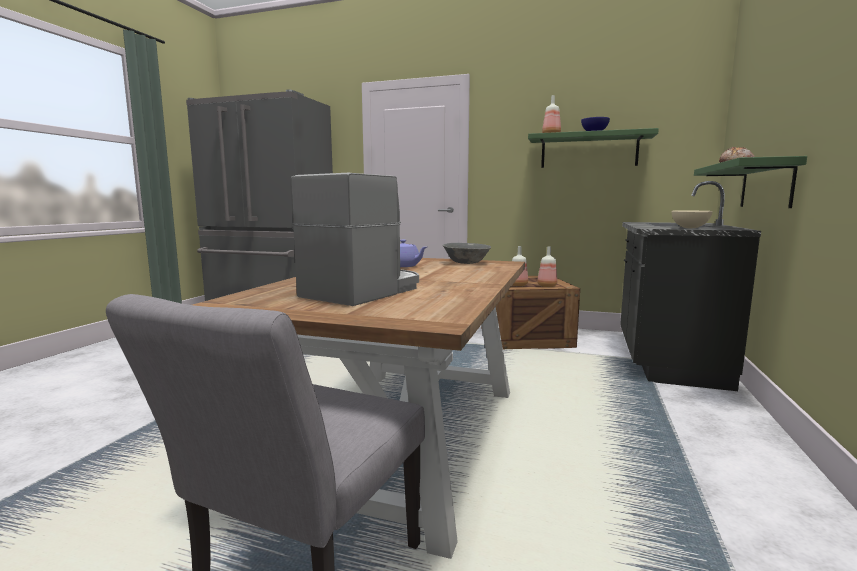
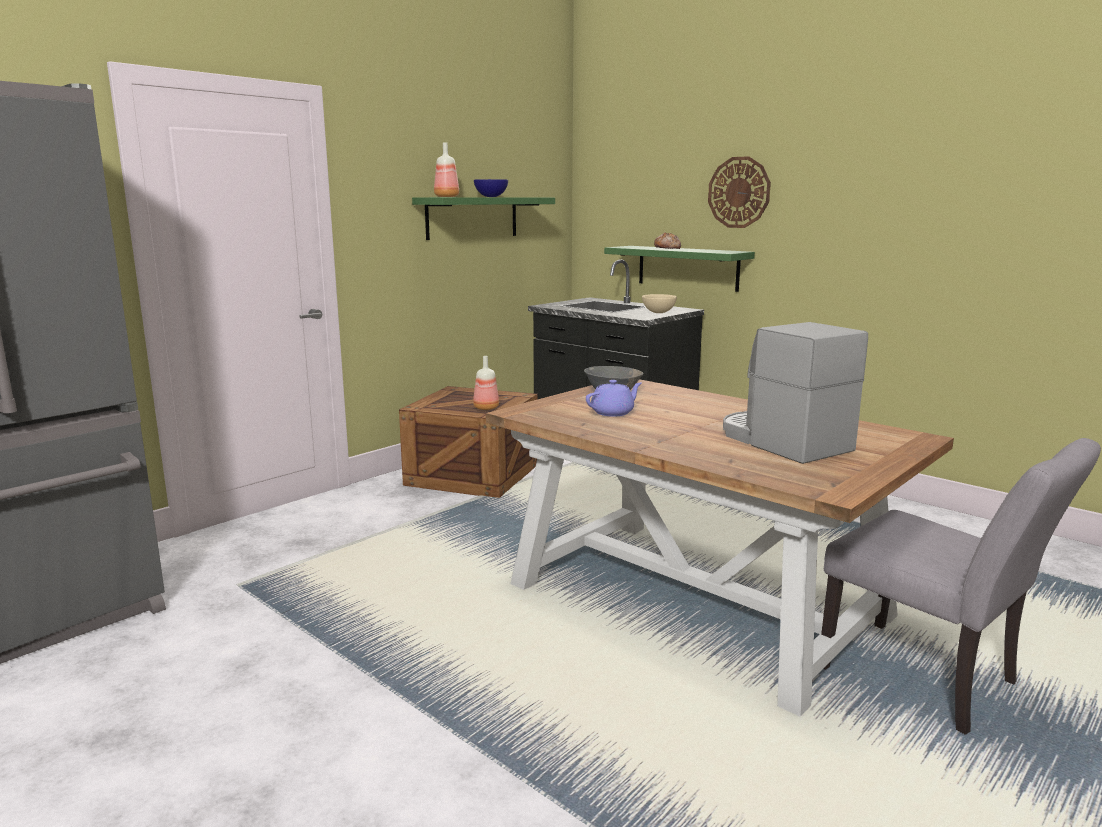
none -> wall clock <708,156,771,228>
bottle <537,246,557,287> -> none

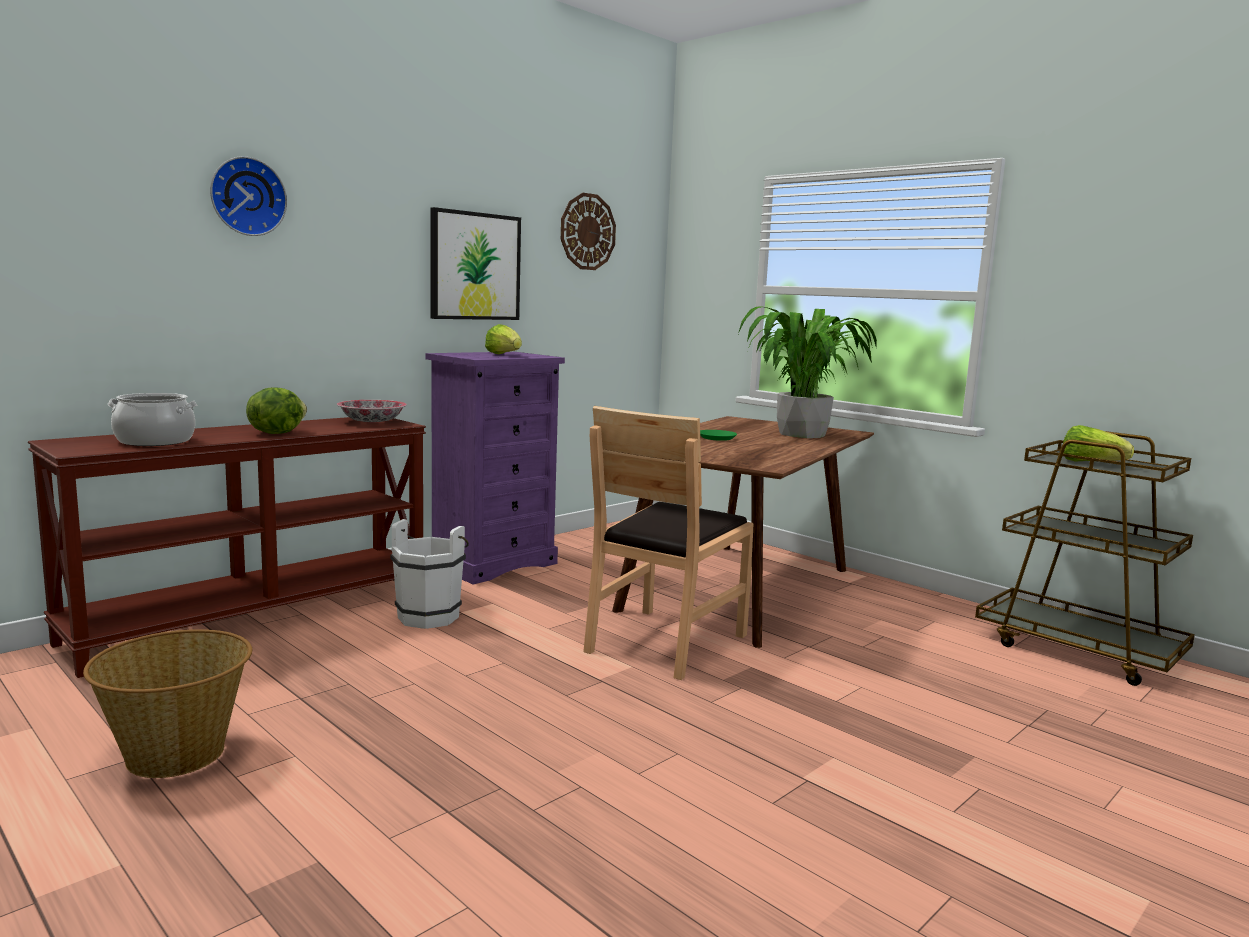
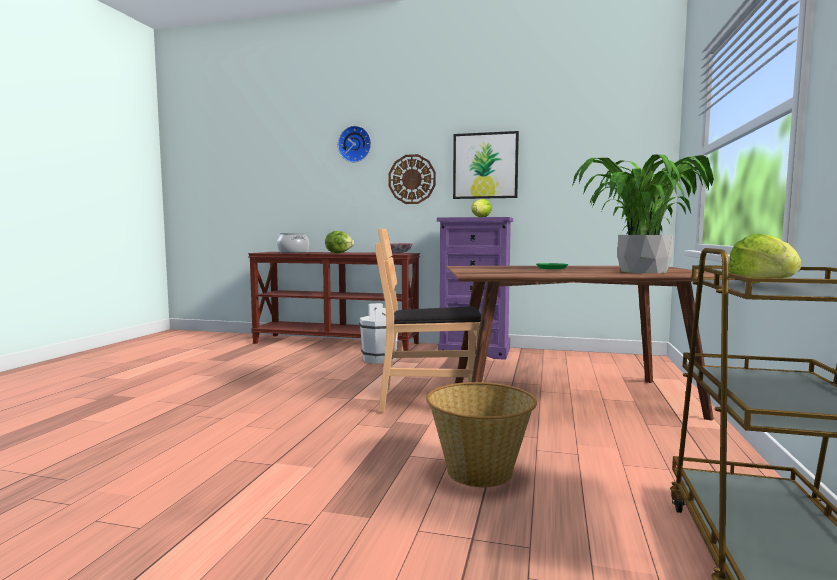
wall clock <561,193,616,270> -> wall clock <389,154,436,204>, shifted
basket <83,629,252,778> -> basket <426,382,537,487>, shifted

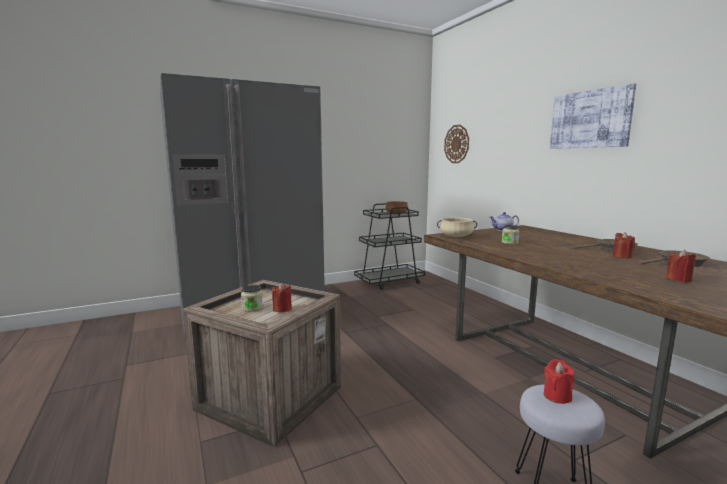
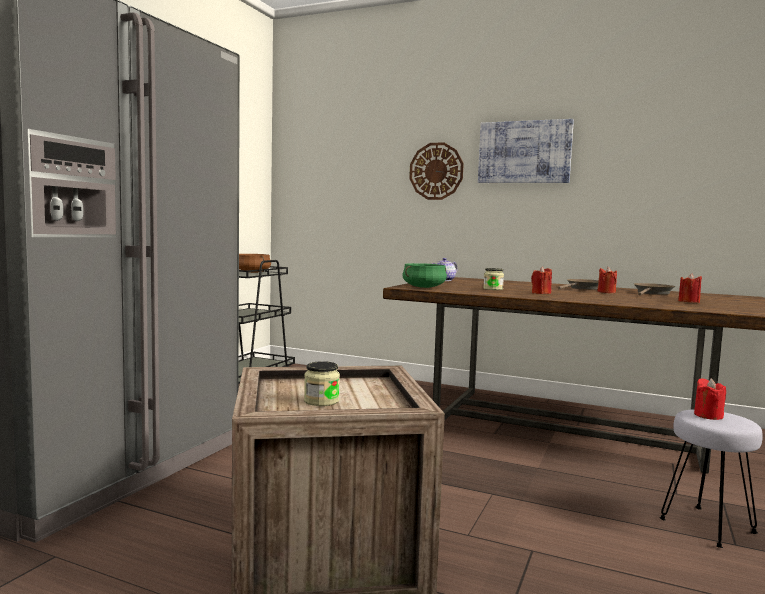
beige cooking pot <437,217,477,237> -> green cooking pot <402,263,447,288>
wall clock <444,125,469,163> -> wall clock <409,142,464,200>, shifted
red candle <272,283,292,312> -> red candle <531,266,552,294>, shifted

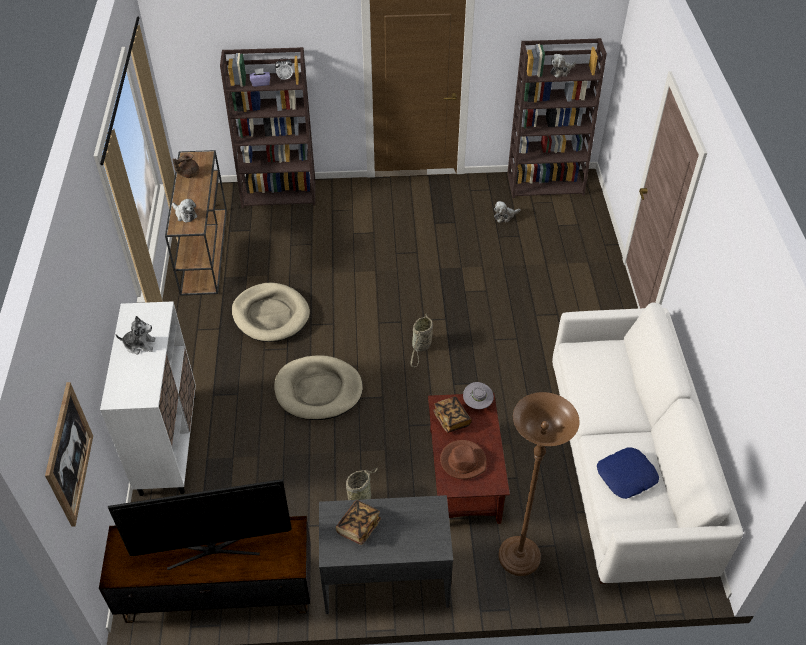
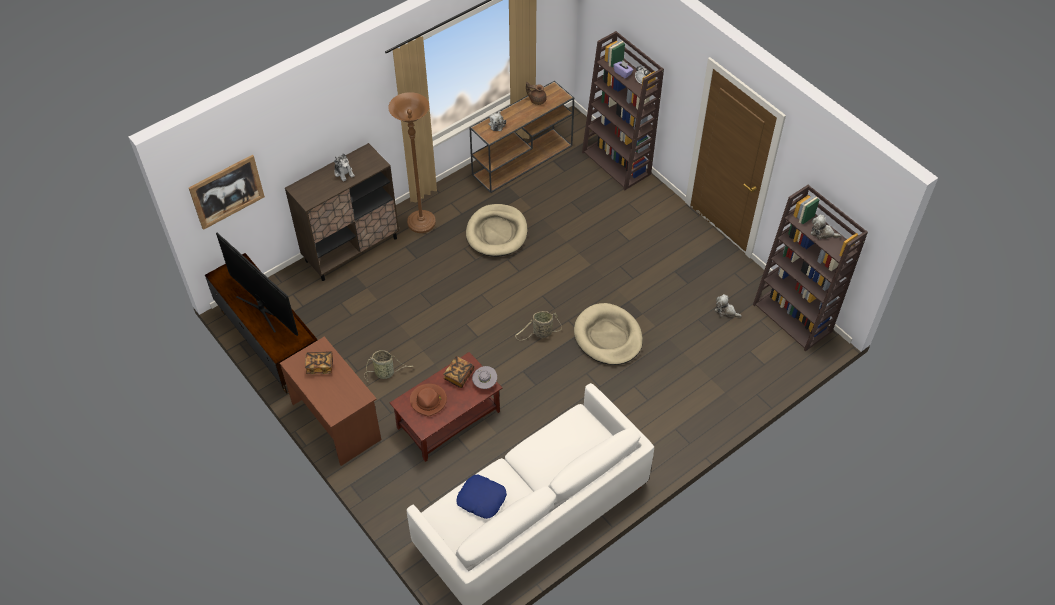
grey desk <319,495,453,614> -> brown desk <280,336,381,466>
white cabinet <100,301,196,496> -> brown cabinet <285,143,399,281>
brown floor lamp <498,392,580,576> -> brown floor lamp <388,92,436,233>, shifted
beige dog bed <274,355,363,420> -> beige dog bed <574,303,643,365>, shifted

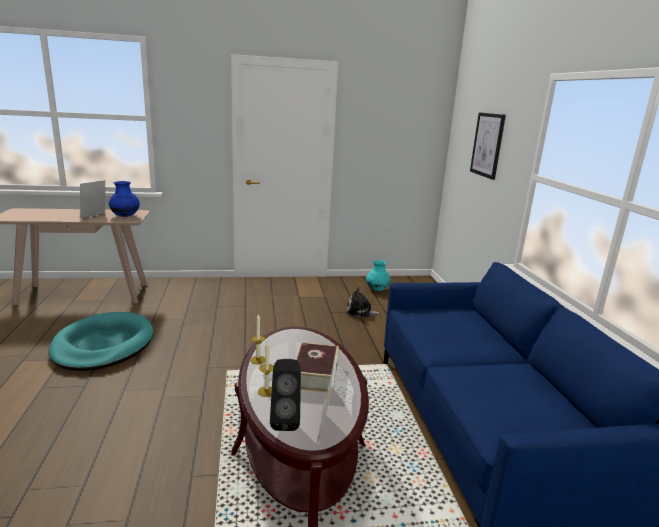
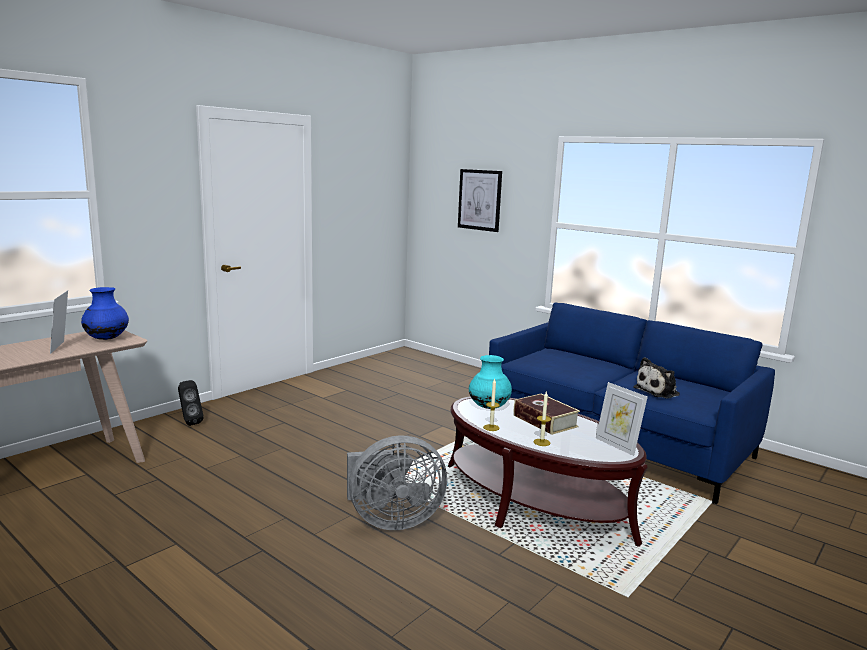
black speaker <270,359,301,431> -> black speaker <178,380,204,426>, shifted
none -> grey fan <347,436,447,530>
turquoise vase <366,260,391,291> -> turquoise vase <469,355,512,409>, shifted
plush toy <346,287,381,318> -> plush toy <633,357,680,398>, shifted
turquoise dog bed <49,312,153,371> -> none

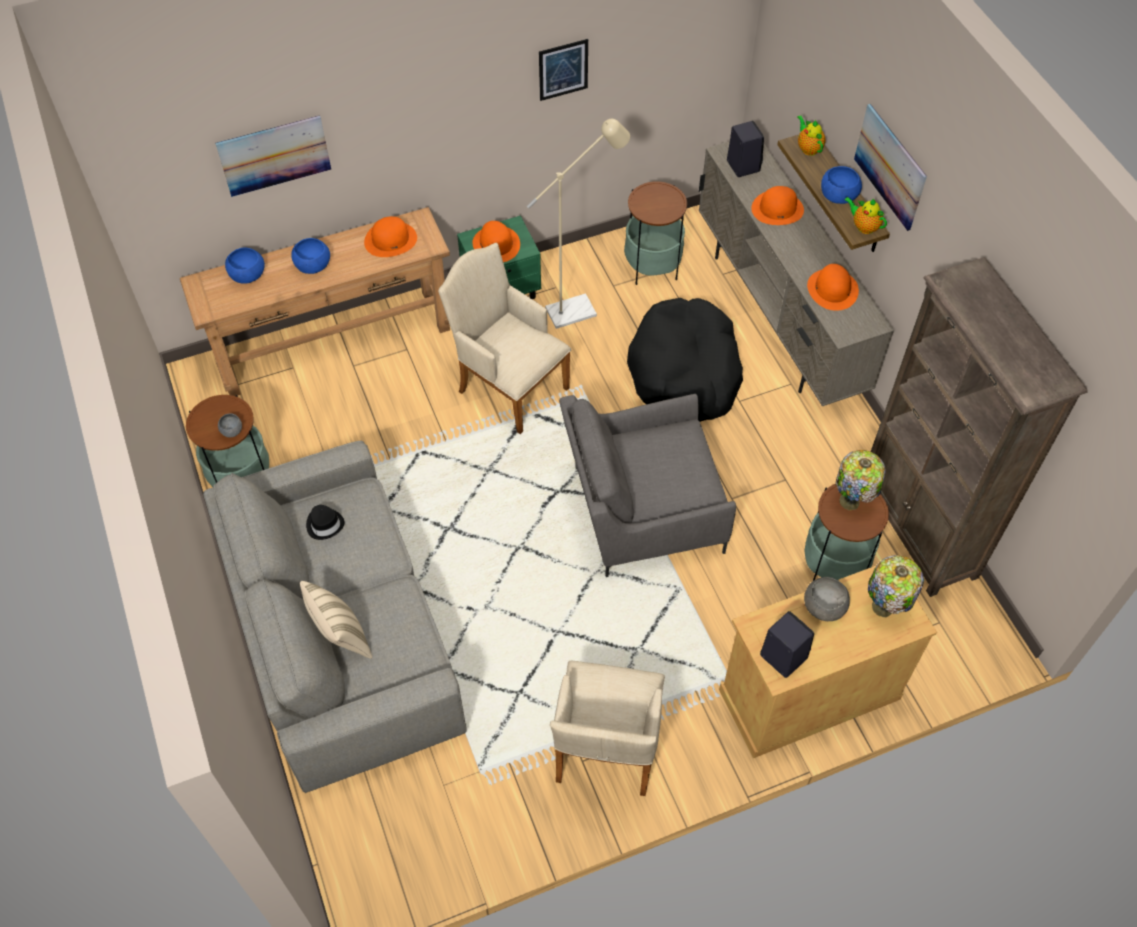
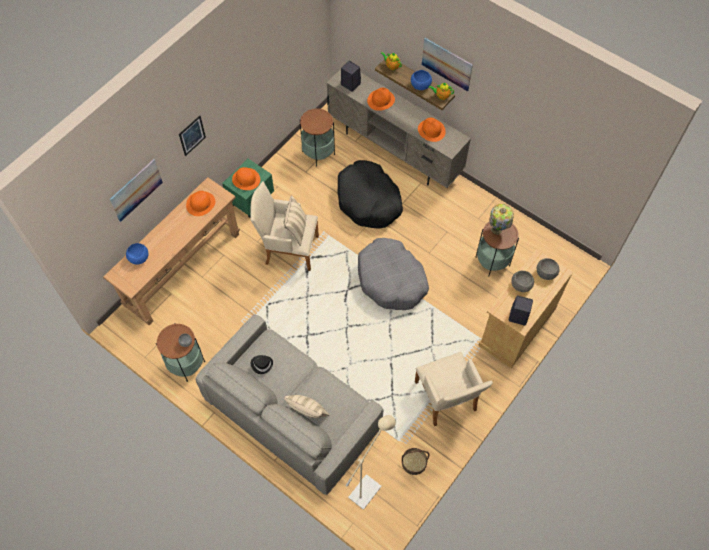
picture <539,39,588,101> -> picture <179,115,206,156>, shifted
none -> beige pillow <284,195,306,246>
beige floor lamp <527,119,630,329> -> beige floor lamp <346,415,396,510>, shifted
grey armchair <559,394,736,577> -> grey dog bed <358,238,429,310>
none -> basket <402,448,430,475>
table lamp <868,555,924,618> -> grey bowl <537,258,559,280>
blue bowl <291,238,330,274> -> none
brown bookcase <871,257,1088,597> -> none

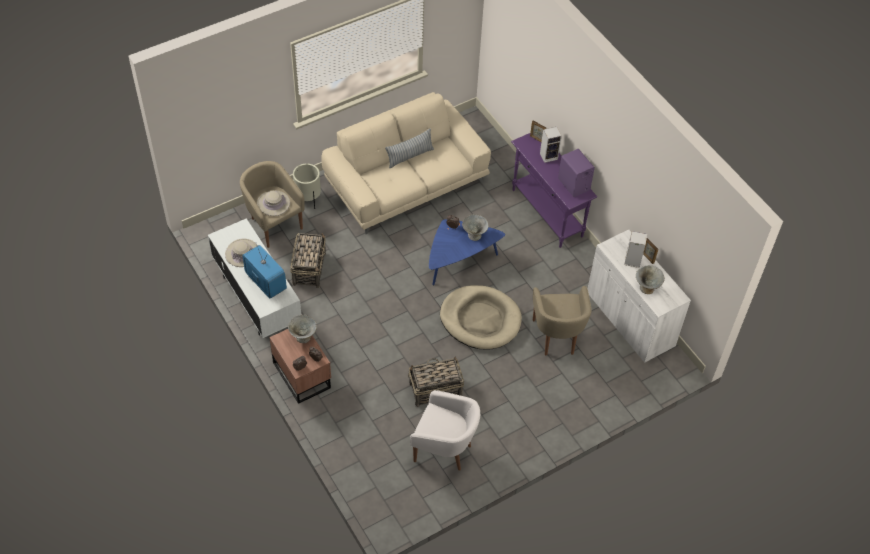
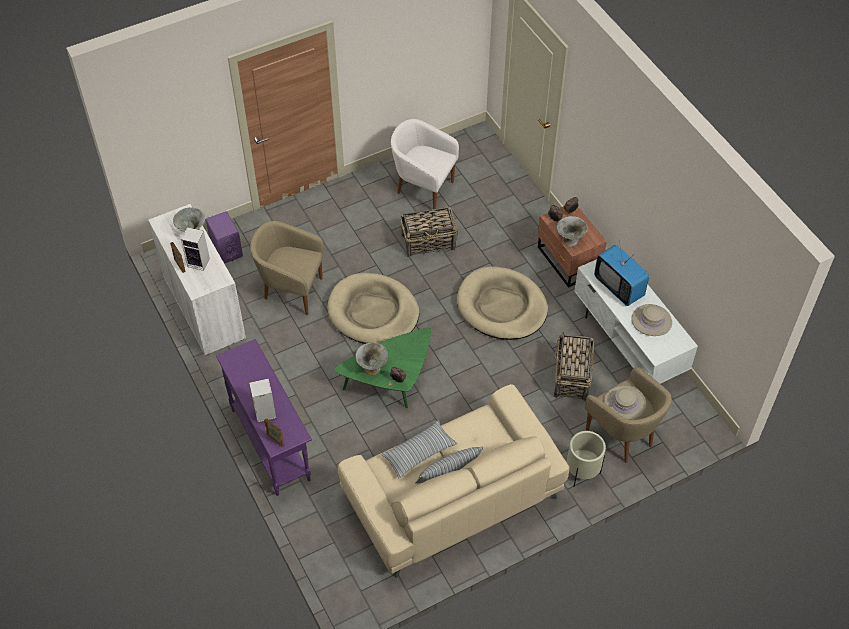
purple speaker <558,149,595,197> -> purple speaker <206,211,243,264>, shifted
beige armchair <533,286,591,355> -> beige armchair <250,221,324,315>, 75 degrees counterclockwise
blue coffee table <429,219,505,285> -> green coffee table <334,328,431,408>
none -> pillow <381,420,457,478>
none -> beige dog bed <457,266,548,340>

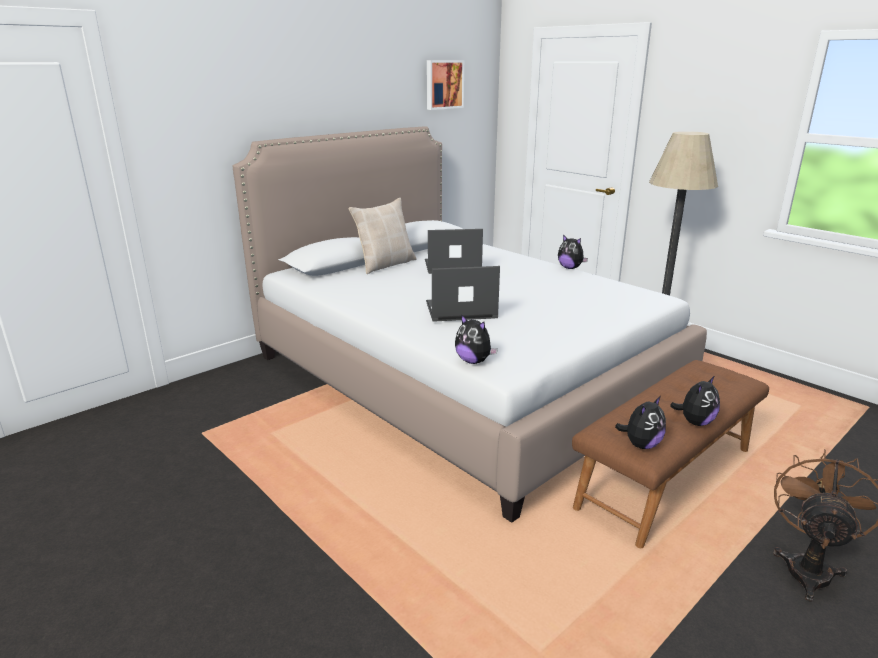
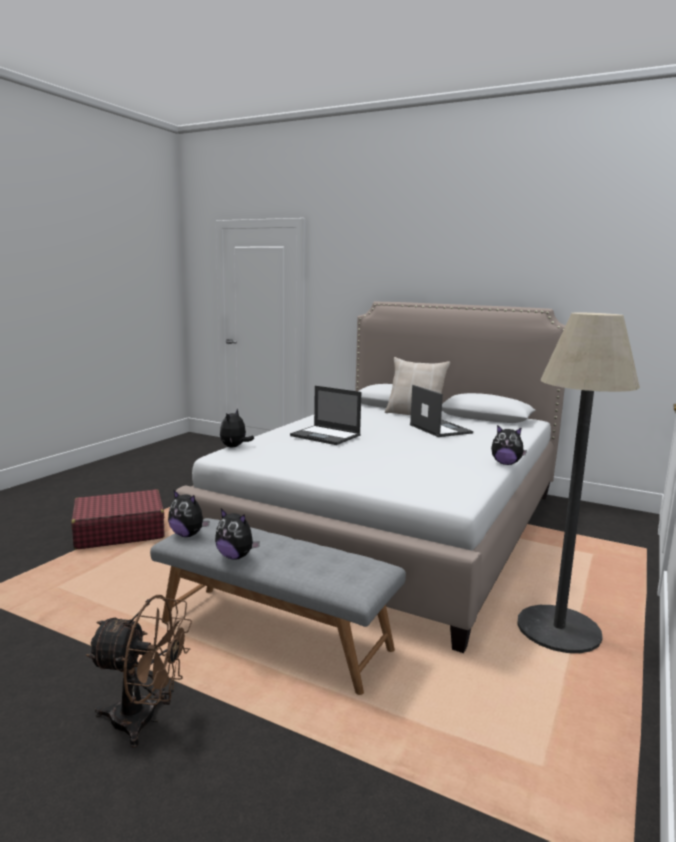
none -> red suitcase <71,489,164,549>
brown bench <572,360,769,548> -> grey bench <150,518,406,695>
laptop <426,266,500,322> -> laptop <290,386,361,445>, 150 degrees clockwise
plush toy <558,235,588,269> -> plush toy <491,425,527,465>, 90 degrees counterclockwise
picture <427,60,464,110> -> none

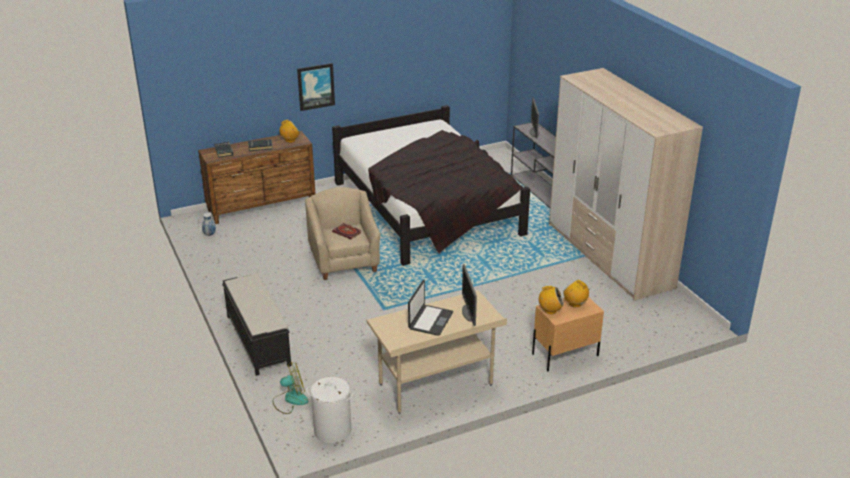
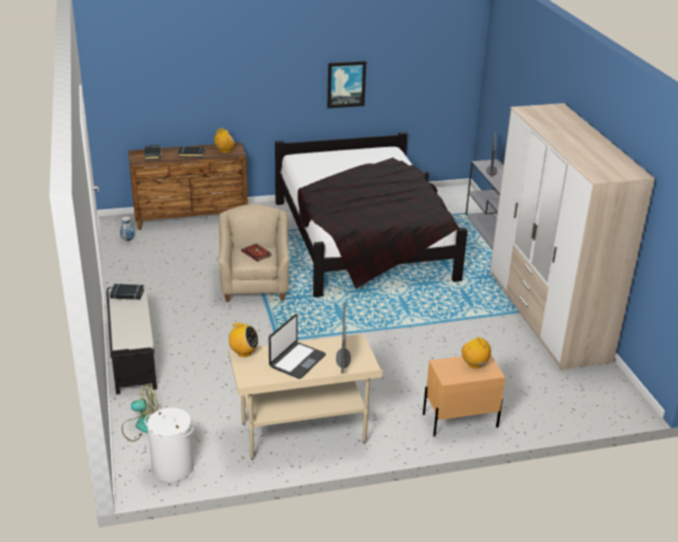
none -> black book <110,284,144,300>
radio <539,286,564,314> -> radio <225,323,259,357>, shifted
picture <297,63,335,111> -> picture <327,61,366,108>, shifted

